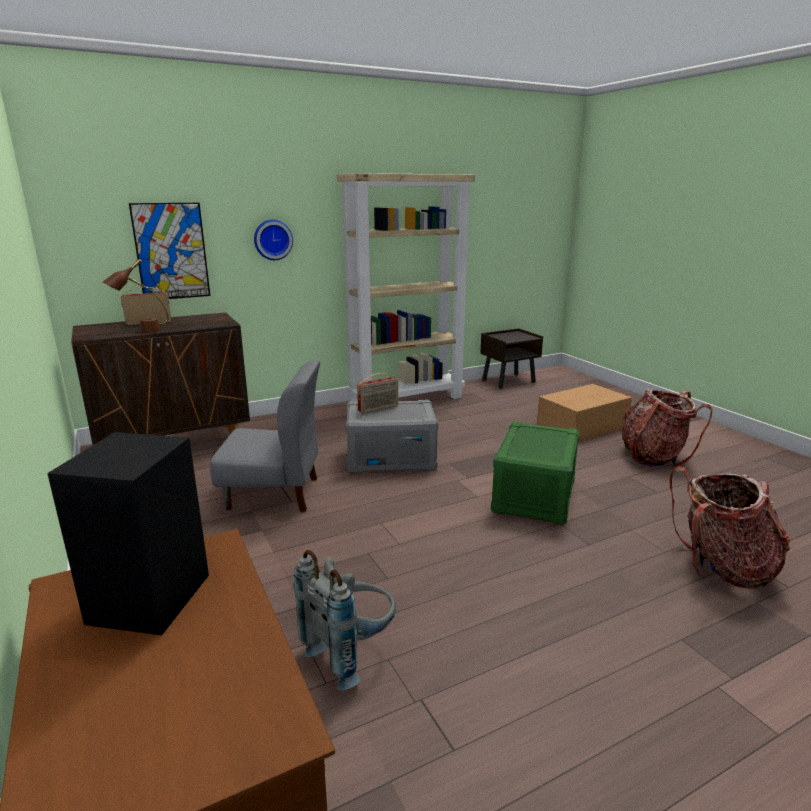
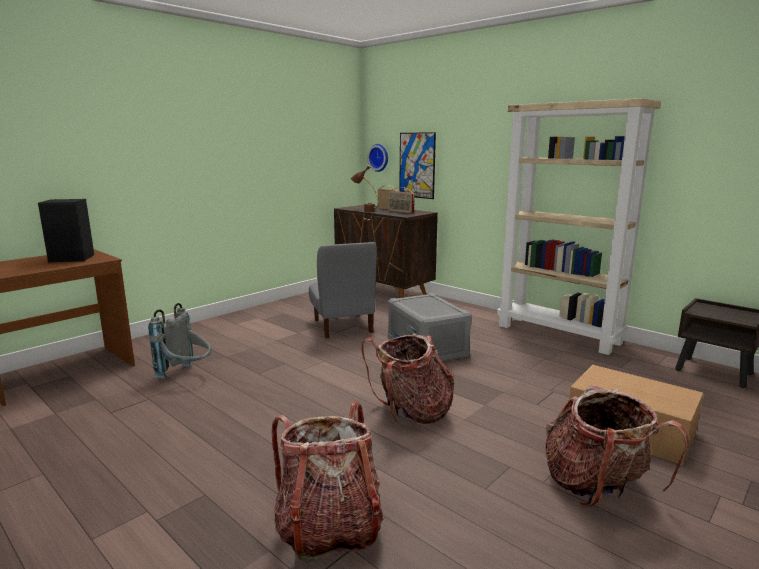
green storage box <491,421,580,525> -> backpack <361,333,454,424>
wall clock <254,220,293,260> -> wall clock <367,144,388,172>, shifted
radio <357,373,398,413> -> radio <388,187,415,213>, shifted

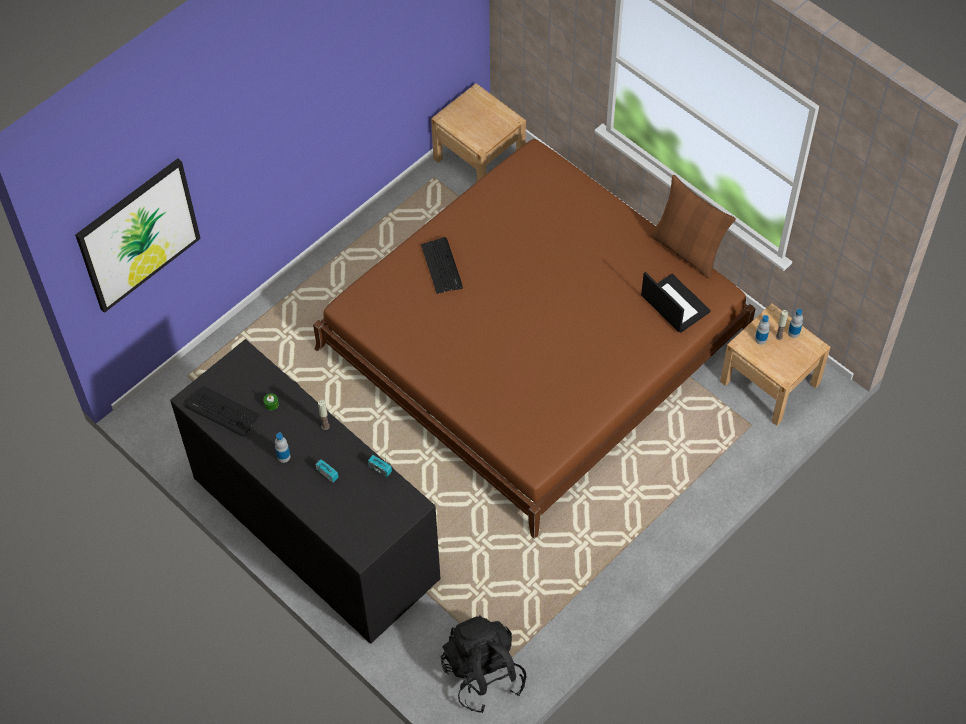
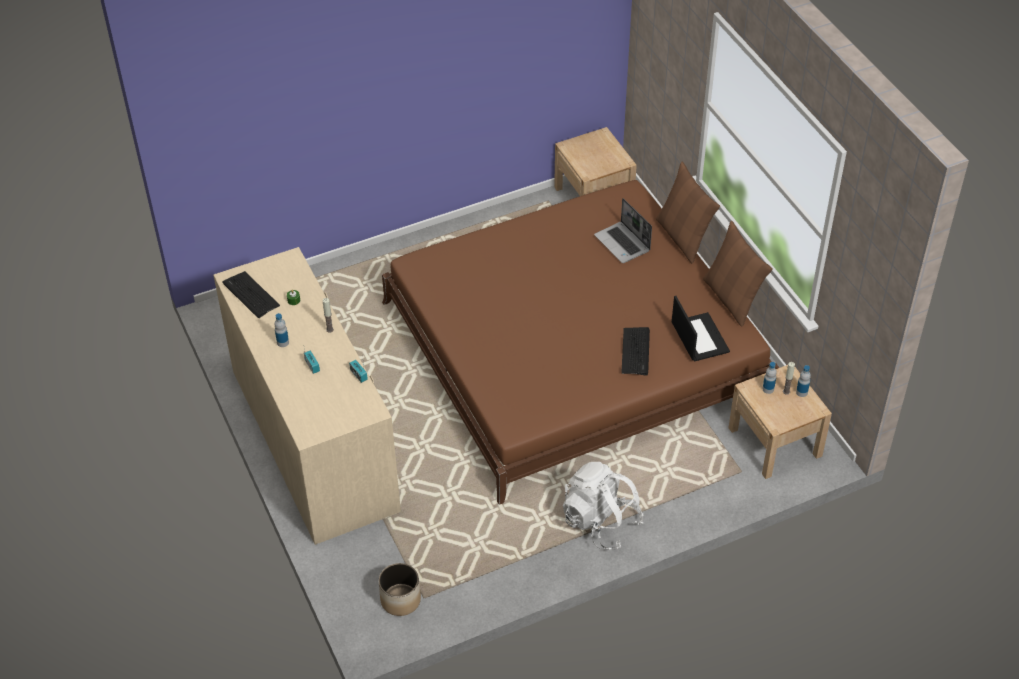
black dresser <170,339,441,644> -> beige dresser <213,247,401,545>
black backpack <441,616,526,713> -> planter <379,563,421,616>
none -> white backpack <563,462,643,550>
none -> laptop <594,198,652,263>
keyboard <421,237,463,294> -> keyboard <622,327,650,376>, shifted
none -> brown pillow <656,162,720,263>
picture <75,158,201,313> -> none

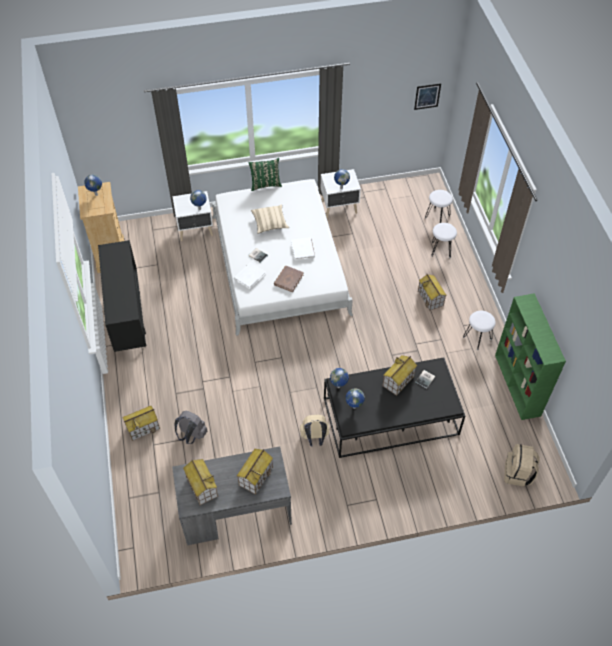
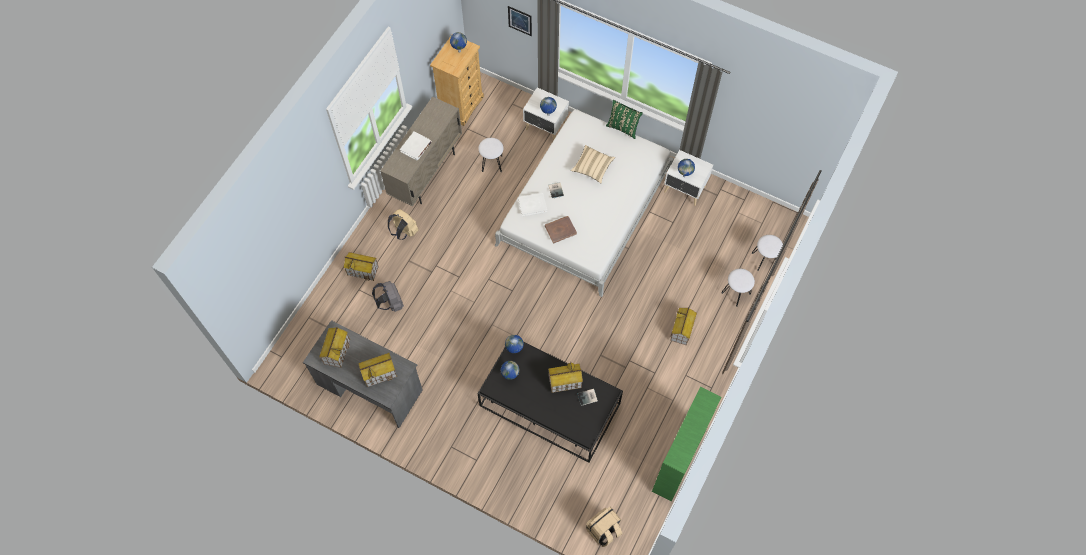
black cabinet <98,240,146,352> -> beige cabinet <380,96,462,207>
beige backpack <300,415,329,446> -> beige backpack <388,209,418,240>, shifted
white book <291,238,315,261> -> white book <400,131,432,160>, shifted
white stool <463,311,496,350> -> white stool <478,138,503,172>, shifted
picture <414,83,441,110> -> picture <508,6,532,36>, shifted

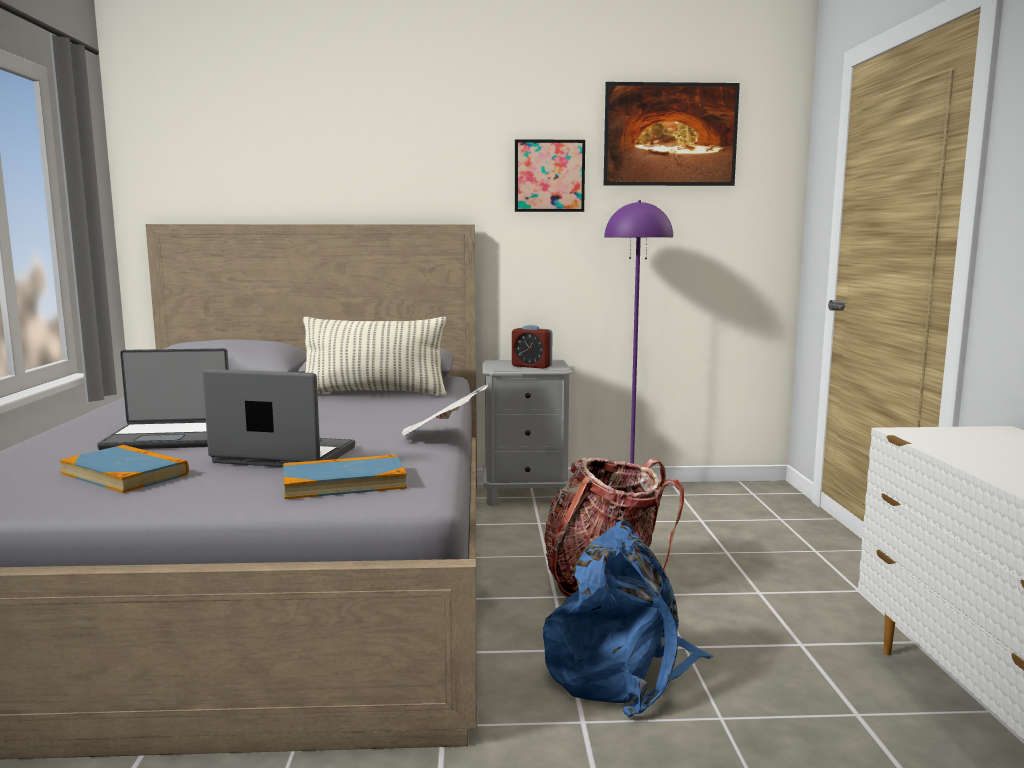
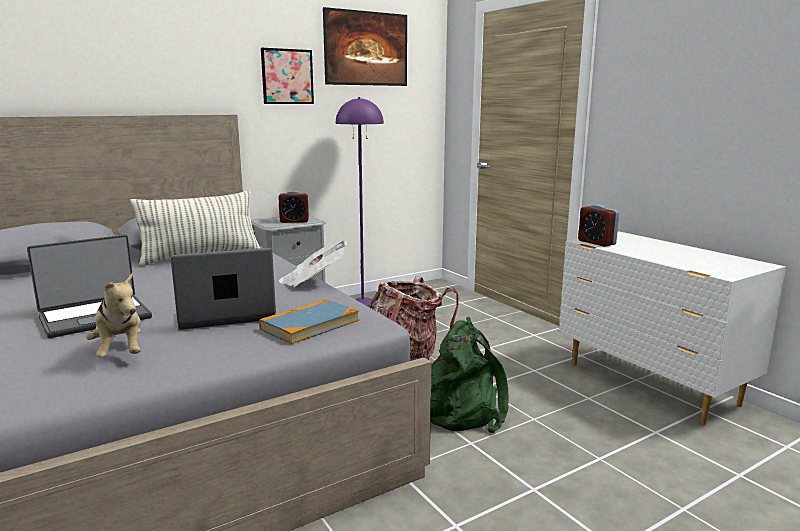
book <59,445,189,493> -> plush toy <86,273,141,357>
blue backpack <543,520,713,718> -> green backpack <431,317,508,433>
none -> alarm clock <578,204,619,247>

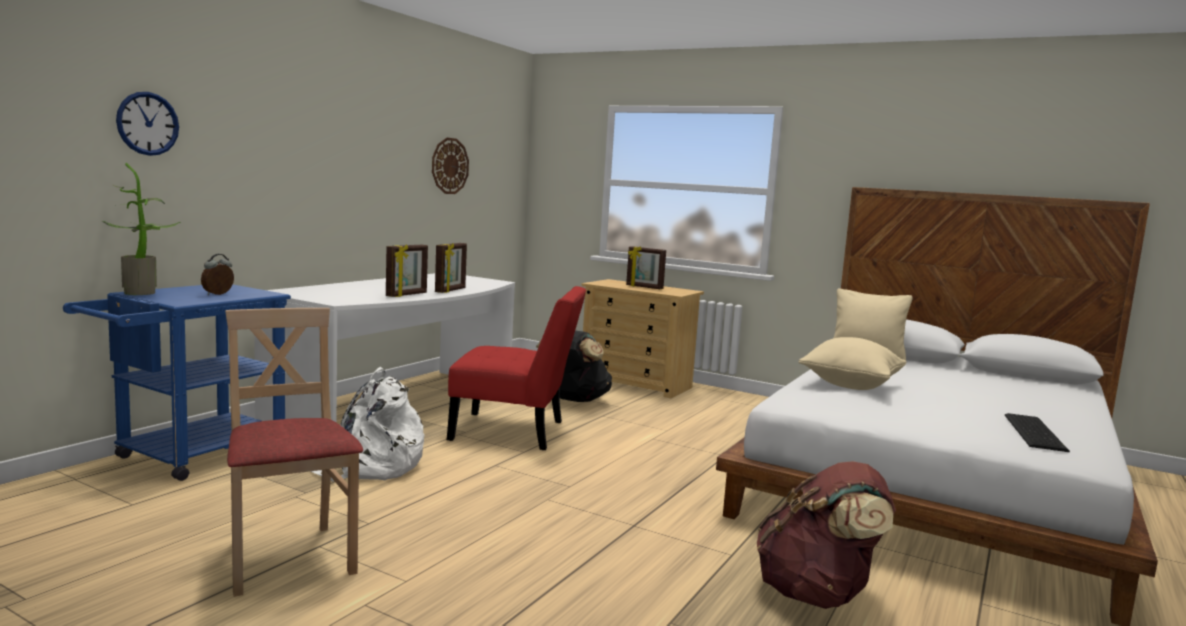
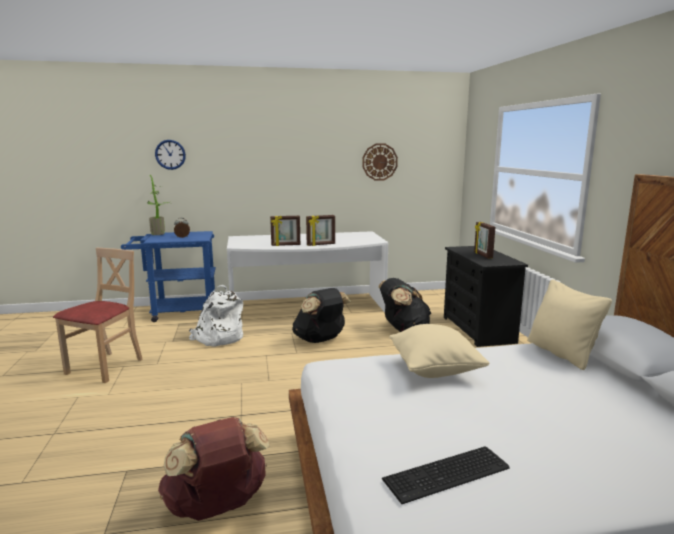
red chair <447,286,586,450> -> black backpack <292,288,351,343>
beige dresser <581,279,704,398> -> black dresser <444,246,528,347>

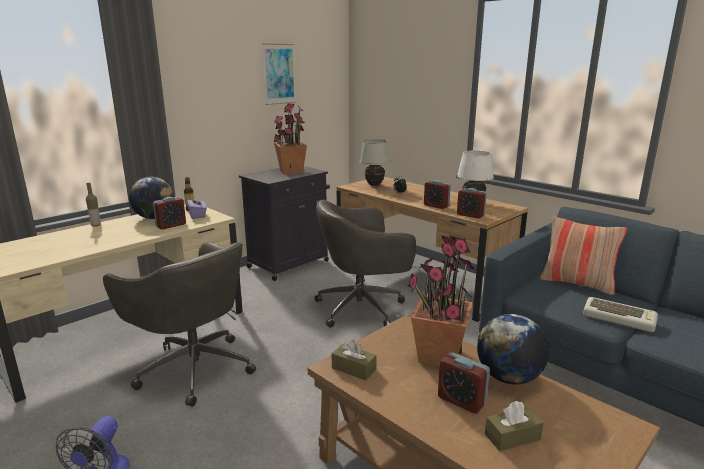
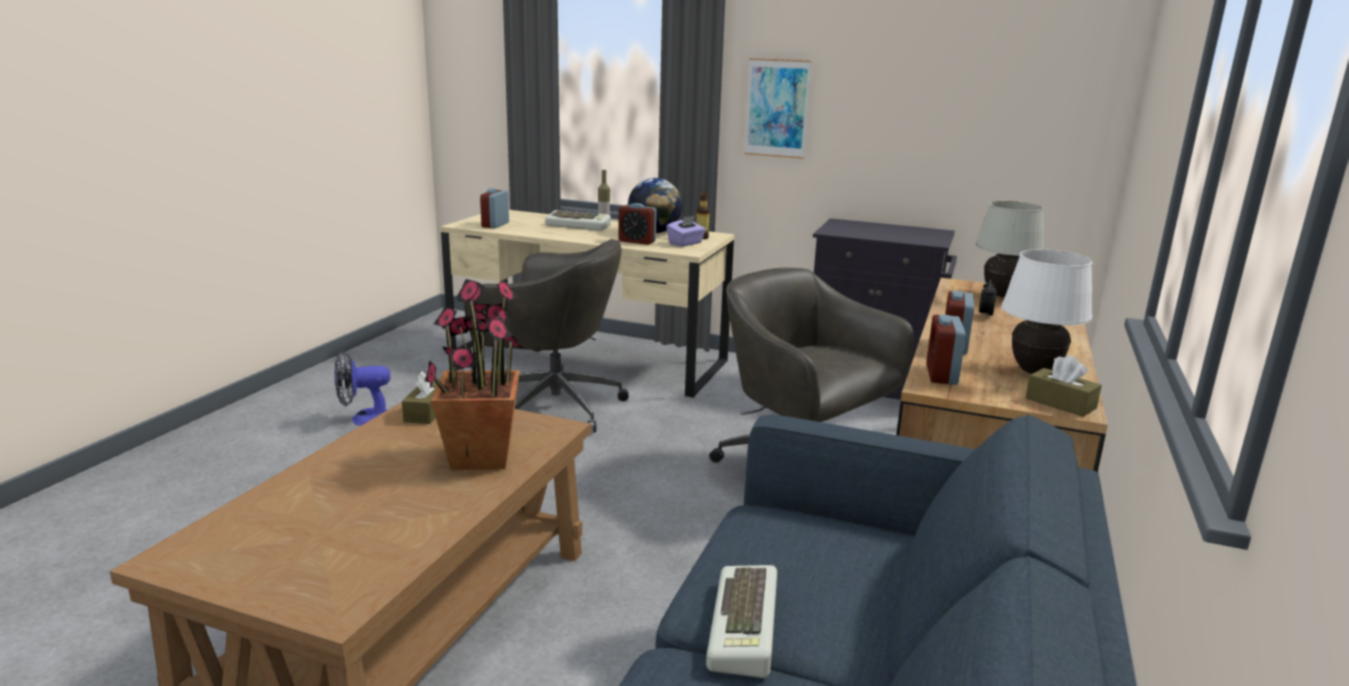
grey office chair <103,242,256,407> -> grey office chair <464,239,629,433>, 90 degrees counterclockwise
alarm clock <438,352,490,414> -> alarm clock <480,188,509,228>, shifted
none -> keyboard <545,210,611,231>
picture <262,43,296,105> -> picture <744,58,812,159>, shifted
brown tissue box <485,401,543,451> -> brown tissue box <1026,355,1102,417>, shifted
potted plant <274,103,307,175> -> none
globe <477,314,549,385> -> none
pillow <540,217,627,295> -> none

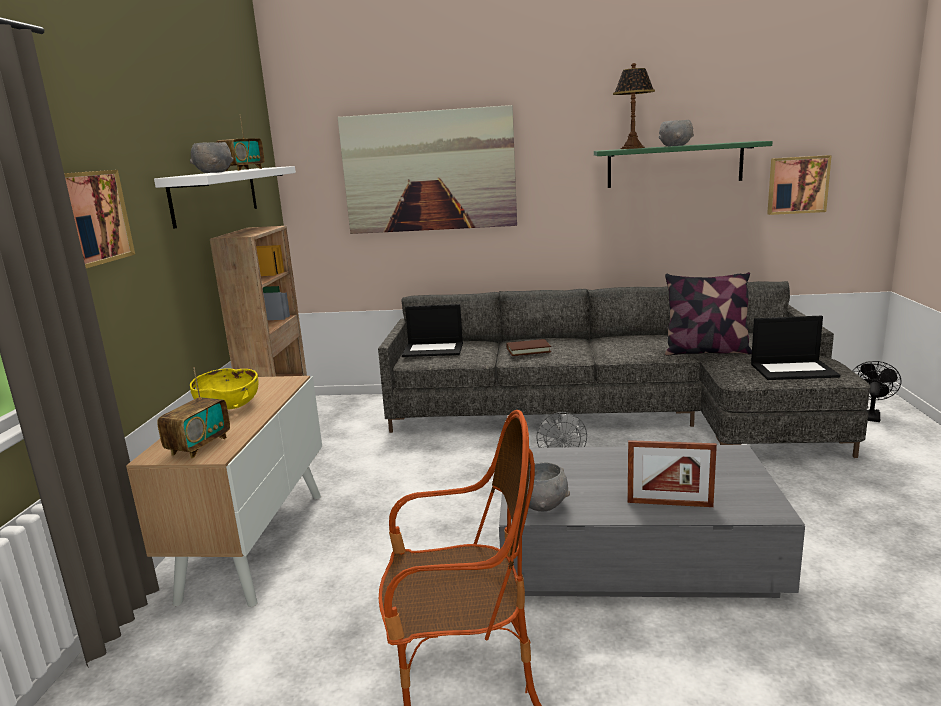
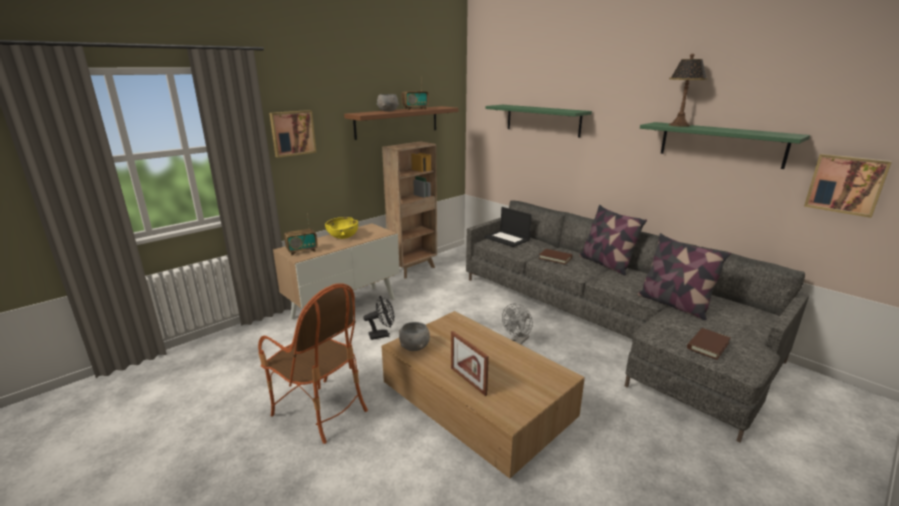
white shelf <154,166,296,229> -> brown shelf <344,106,459,140>
black fan <853,361,901,422> -> black fan <363,296,394,340>, shifted
grey coffee table <499,445,805,598> -> brown coffee table <382,311,585,478>
picture <338,105,517,234> -> green shelf <485,105,592,138>
none -> pillow <579,205,647,275>
laptop <751,315,840,380> -> brown book <687,328,731,360>
grey bowl <659,120,694,146> -> none

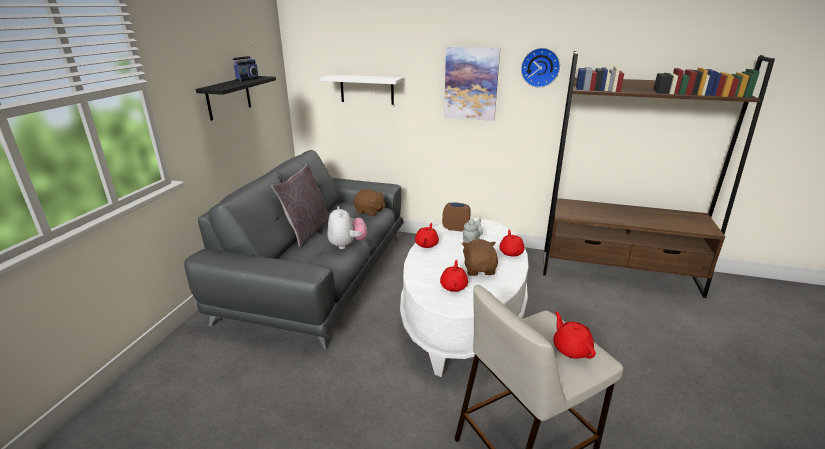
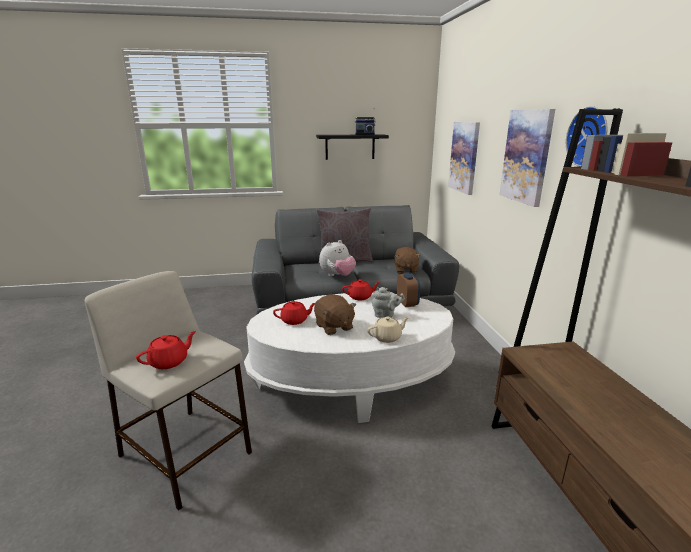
brown plush toy <462,239,498,276> -> brown plush toy <314,294,356,335>, 90 degrees clockwise
red teapot <499,230,525,257> -> beige teapot <367,316,409,343>
white shelf <320,74,403,105> -> picture <448,122,480,195>

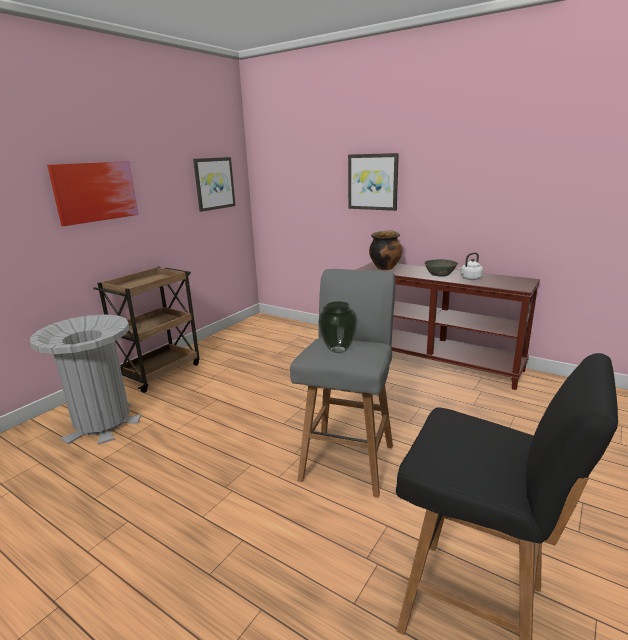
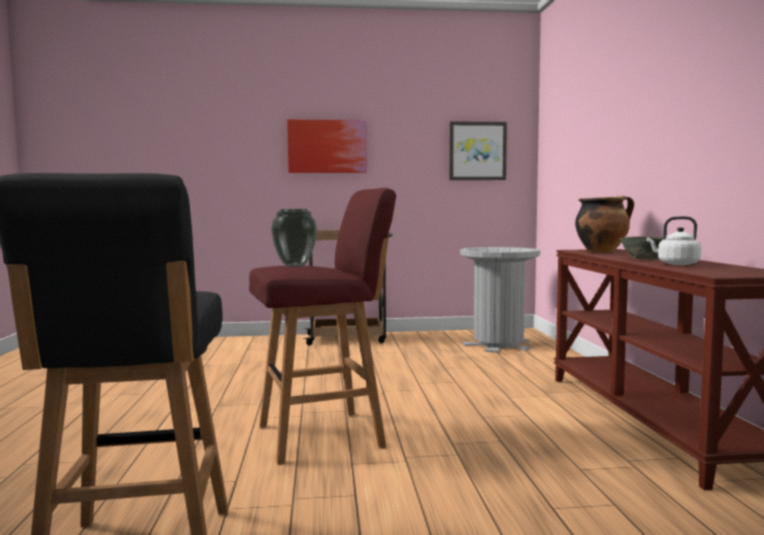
grey stool <290,269,396,498> -> red stool <249,188,396,465>
grey trash can <30,314,141,445> -> grey trash can <460,247,540,353>, shifted
picture <348,153,399,211> -> none

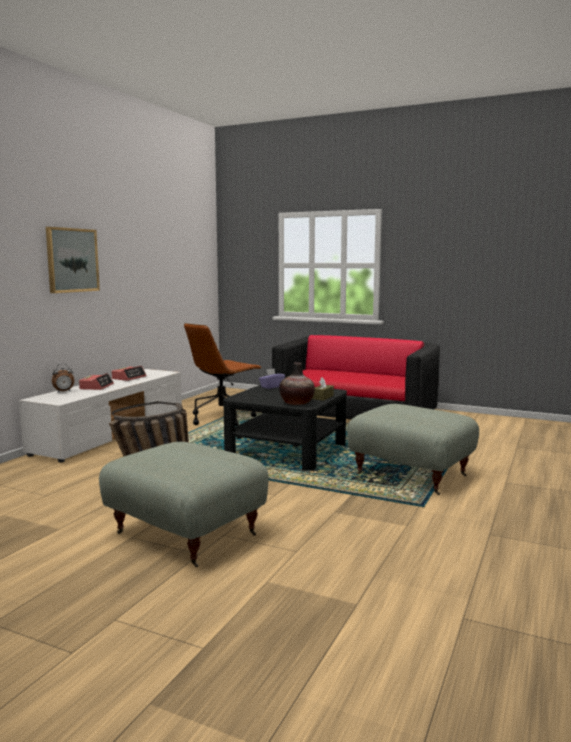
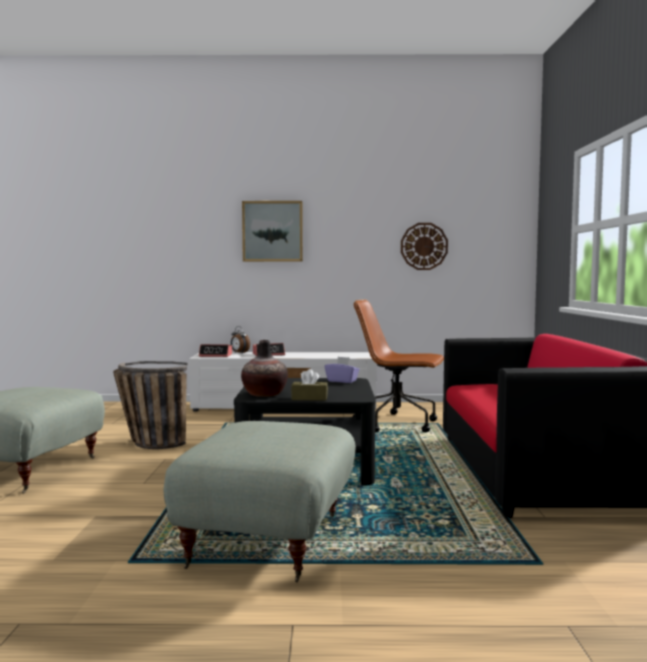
alarm clock <111,366,146,381> -> alarm clock <199,344,232,357>, shifted
none -> wall clock <401,223,448,270>

